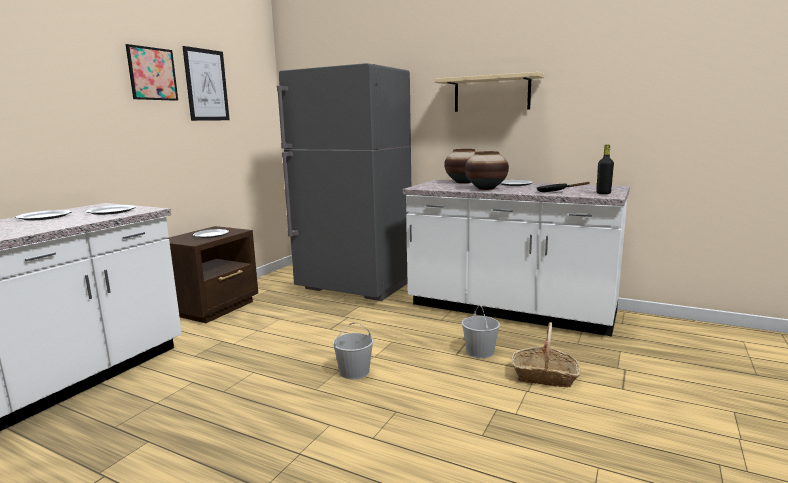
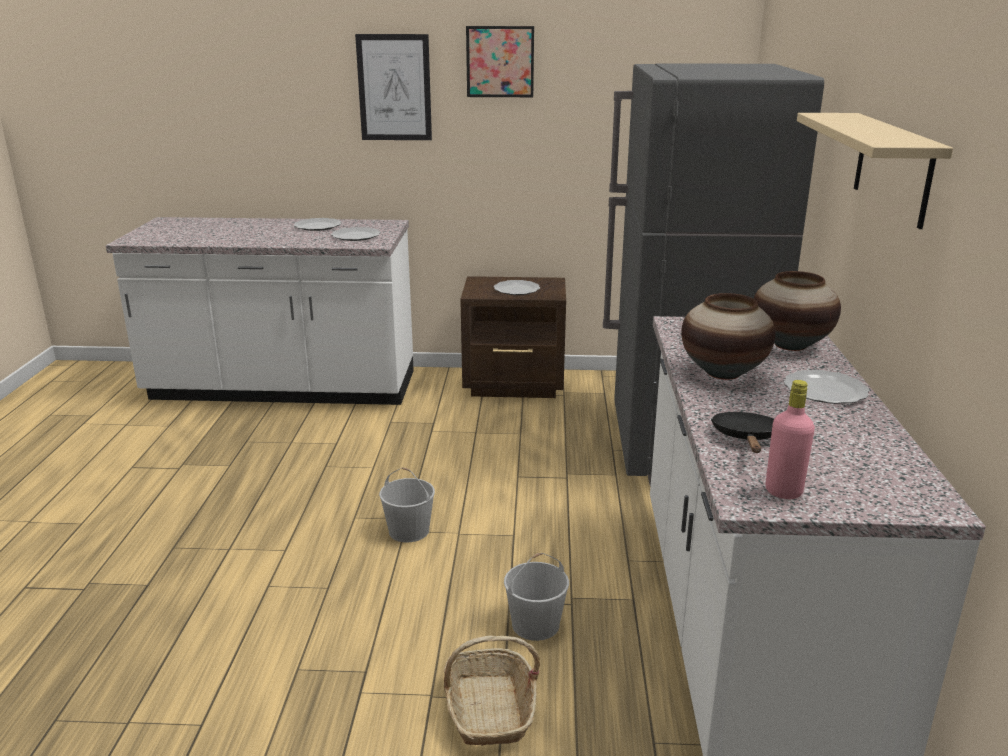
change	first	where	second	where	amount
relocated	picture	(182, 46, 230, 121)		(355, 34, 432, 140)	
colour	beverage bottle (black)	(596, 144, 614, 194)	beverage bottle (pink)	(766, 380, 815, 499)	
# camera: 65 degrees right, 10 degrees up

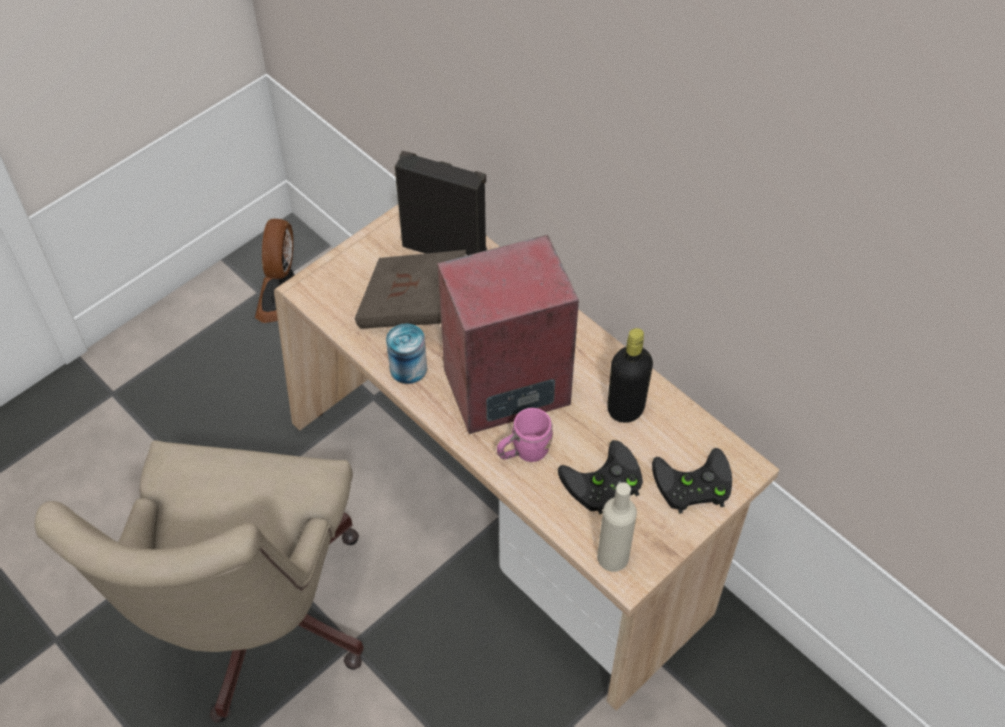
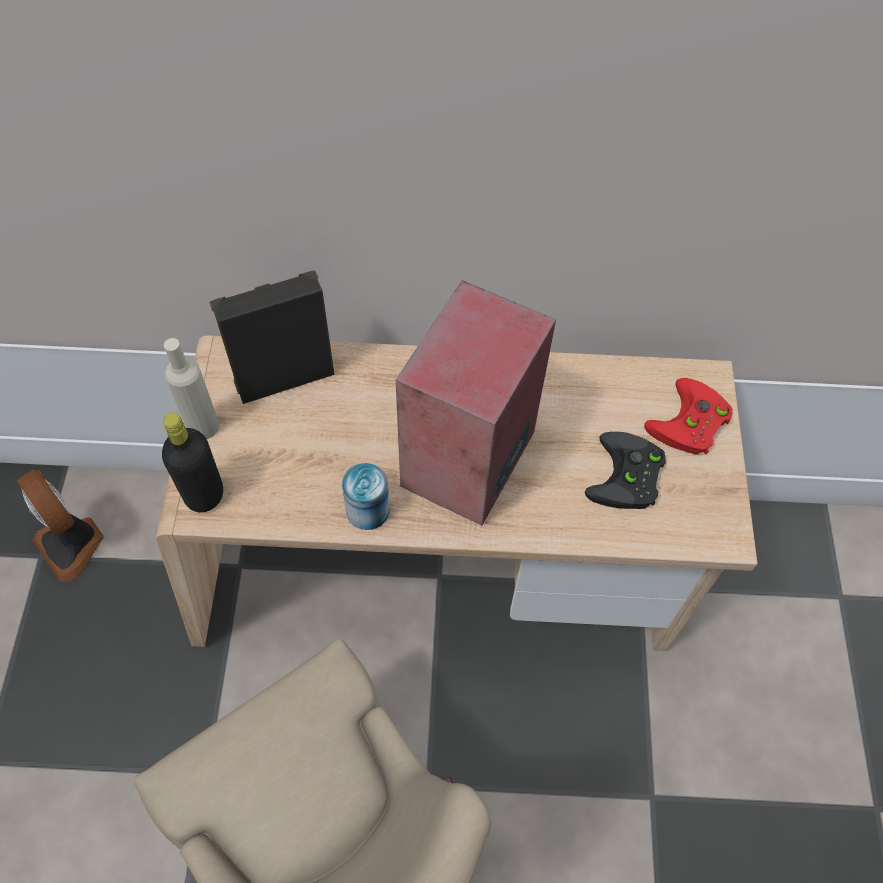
change	first	where	second	where	amount
relocated	beverage bottle (black)	(607, 328, 653, 423)		(162, 412, 223, 512)	
relocated	beverage bottle (sand-coloured)	(597, 482, 637, 572)		(164, 338, 219, 439)	
colour	game controller (black)	(652, 448, 732, 514)	game controller (red-coloured)	(644, 378, 733, 455)	
missing	volume (brown)	(355, 250, 467, 328)			
missing	mug (pink)	(497, 408, 553, 462)			
# camera: 45 degrees left, 5 degrees up

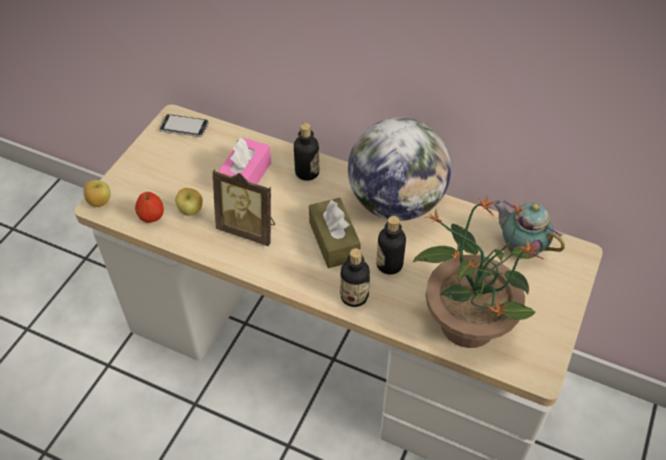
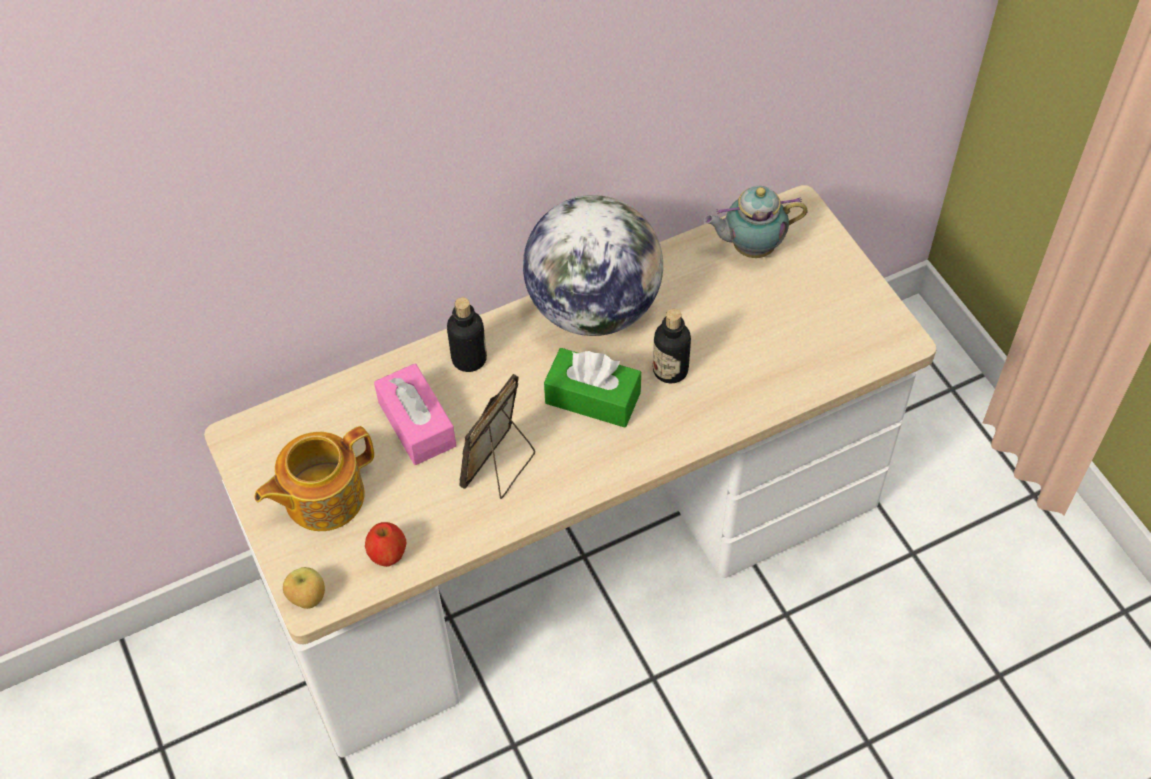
change	first	where	second	where	amount
appeared			teapot	(254, 426, 374, 531)	
spun	standing frame	(213, 169, 275, 246)		(459, 374, 535, 499)	150 degrees clockwise
colour	tissue holder (brown)	(309, 198, 361, 268)	tissue holder (green-coloured)	(544, 348, 641, 428)	
missing	telephone	(159, 114, 209, 137)			
missing	whole apple	(175, 188, 203, 216)			
missing	beverage bottle	(340, 248, 370, 307)			
missing	potted plant	(413, 196, 543, 348)			
# camera: 50 degrees left, 5 degrees up

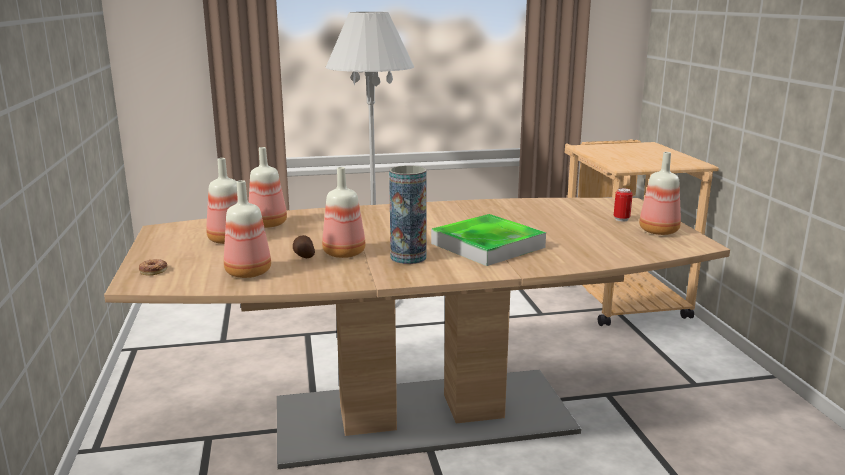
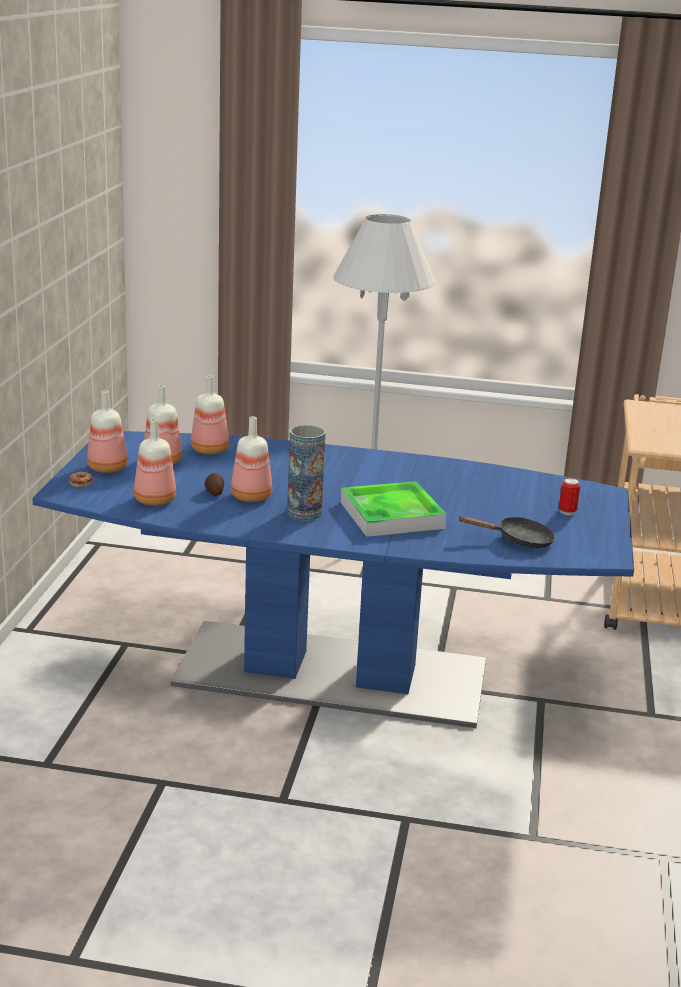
change	first	where	second	where	amount
colour	dining table (brown)	(104, 198, 730, 469)	dining table (bluish)	(33, 431, 634, 728)	
relocated	beverage bottle	(639, 152, 681, 235)		(87, 390, 128, 473)	
appeared			frying pan (black)	(459, 516, 556, 548)	
# camera: 20 degrees right, 5 degrees up

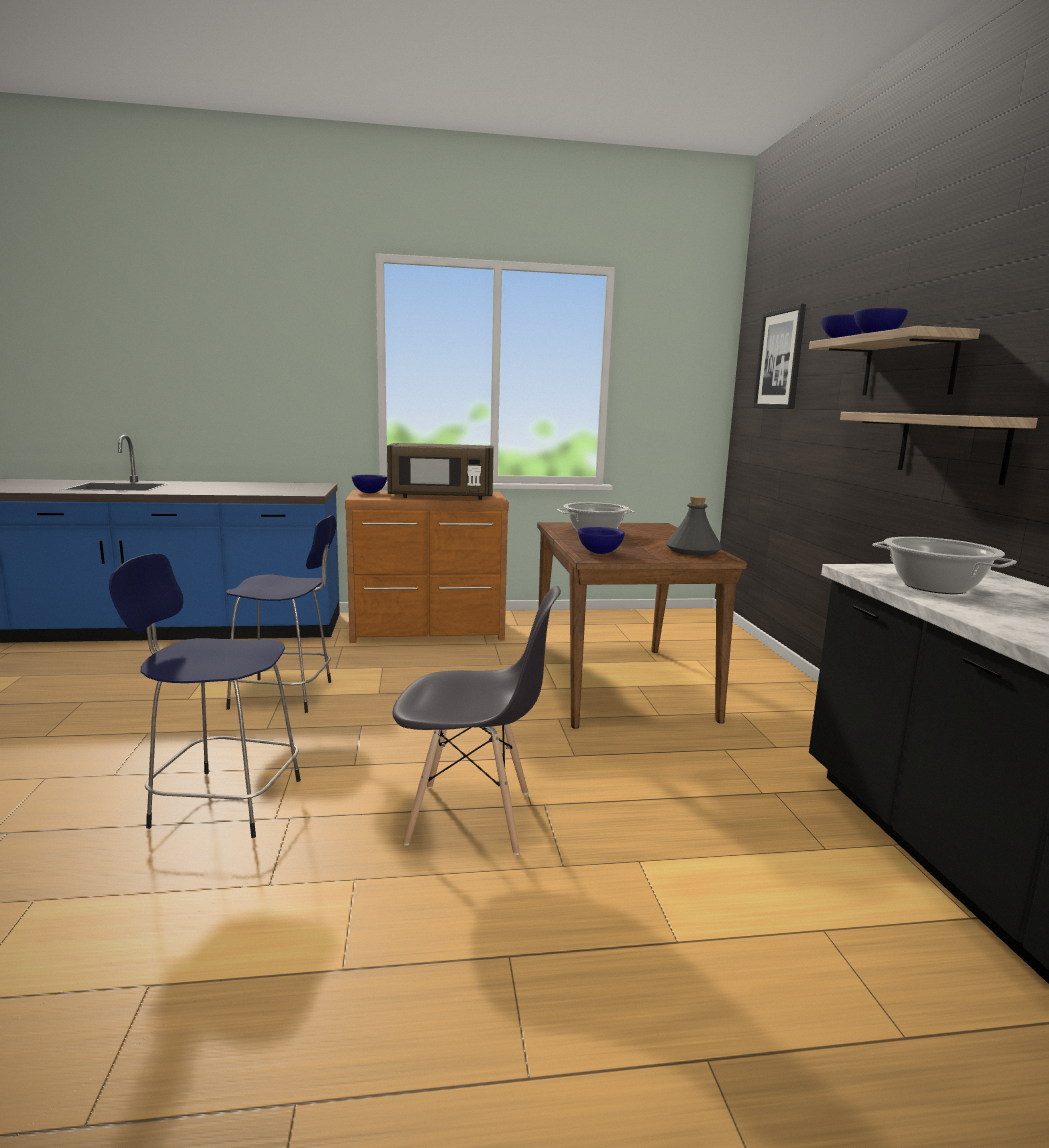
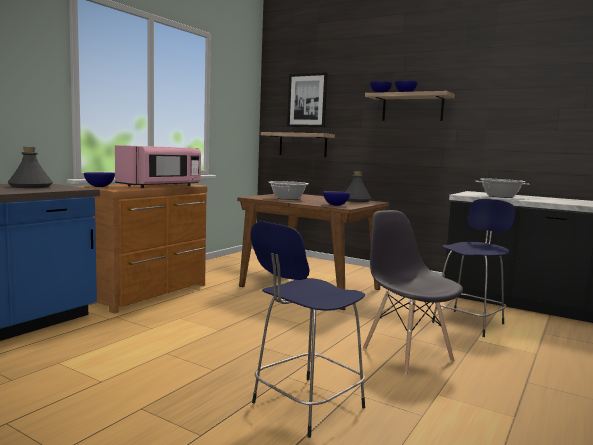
change	first	where	second	where	amount
appeared			beverage bottle (grey)	(7, 147, 53, 188)	
colour	microwave oven (brown)	(387, 443, 494, 500)	microwave oven (pink)	(115, 145, 201, 188)	
relocated	bracket shelf	(840, 412, 1038, 485)		(261, 132, 335, 157)	
spun	upright chair (grey)	(392, 586, 561, 855)		(363, 210, 463, 374)	75 degrees counterclockwise
relocated	stool (bluish)	(226, 515, 336, 713)		(432, 199, 515, 337)	
# camera: 50 degrees left, 5 degrees down

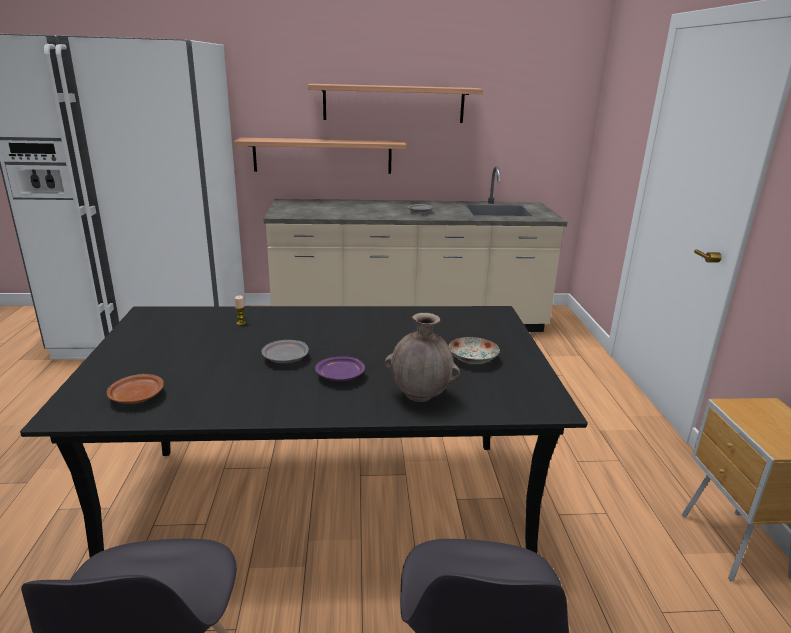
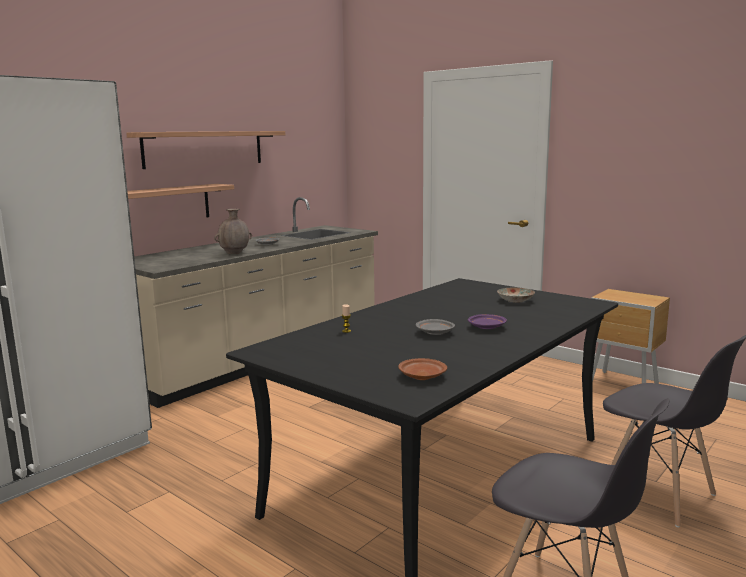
change	first	where	second	where	amount
relocated	vase (brown)	(385, 313, 460, 402)		(214, 209, 252, 254)	
# camera: 45 degrees left, 10 degrees down

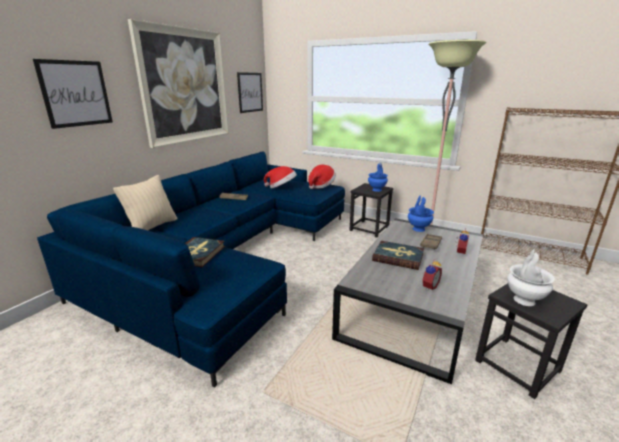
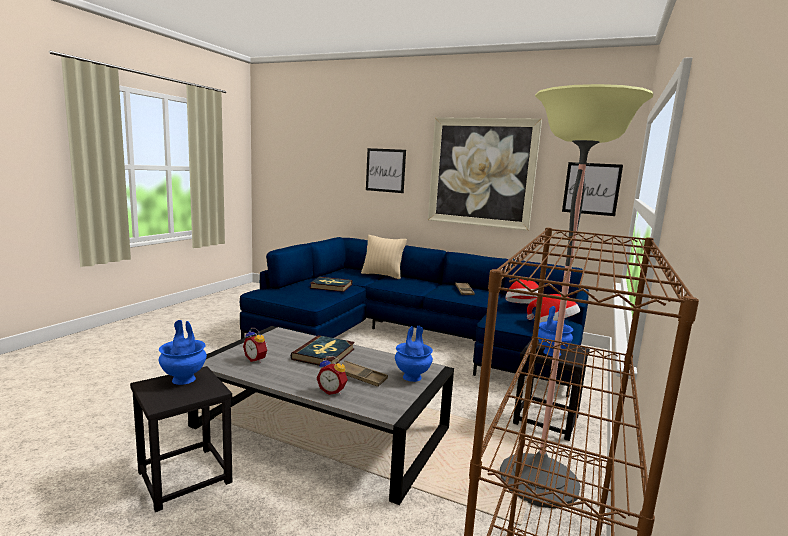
change	first	where	second	where	amount
colour	vase (whitish)	(507, 249, 555, 306)	vase (bluish)	(158, 320, 207, 385)	
# camera: 85 degrees right, 10 degrees down

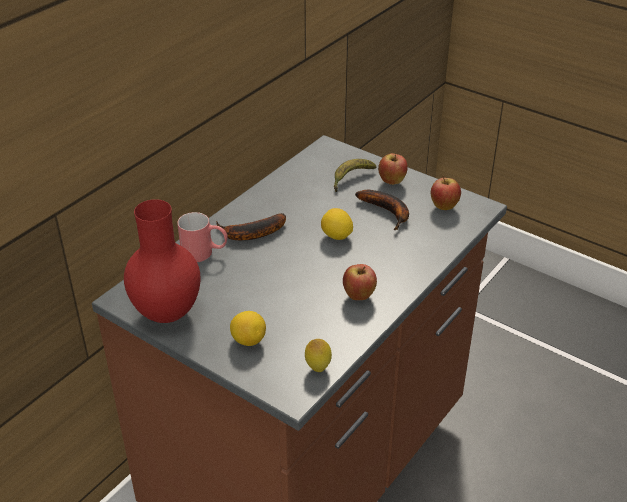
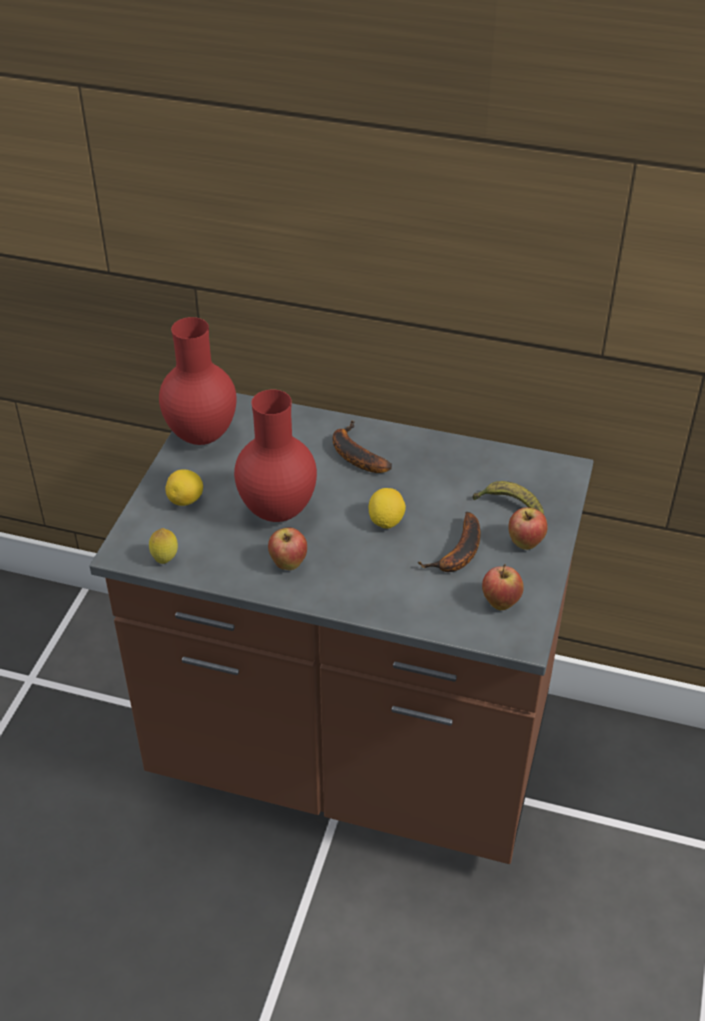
change	first	where	second	where	amount
appeared			vase (red-coloured)	(234, 390, 317, 522)	
missing	mug (red-coloured)	(177, 212, 228, 262)			
# camera: 70 degrees right, 5 degrees up

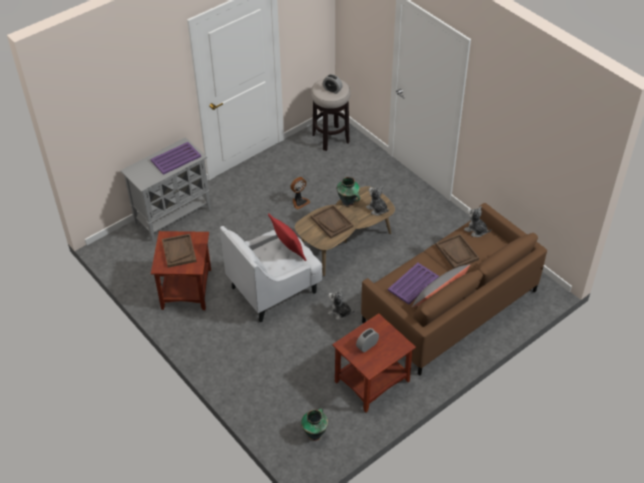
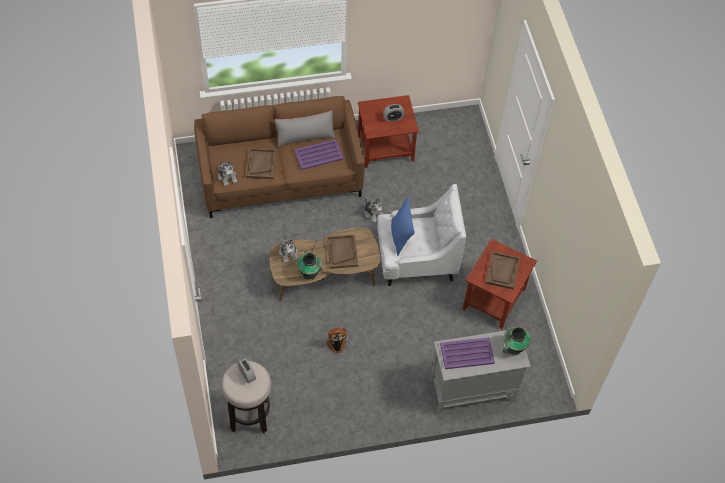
change	first	where	second	where	amount
colour	throw pillow (red-coloured)	(268, 213, 306, 261)	throw pillow (bluish)	(391, 197, 415, 256)	
relocated	vase	(301, 408, 328, 441)		(502, 327, 531, 356)	
# camera: 155 degrees left, 10 degrees up

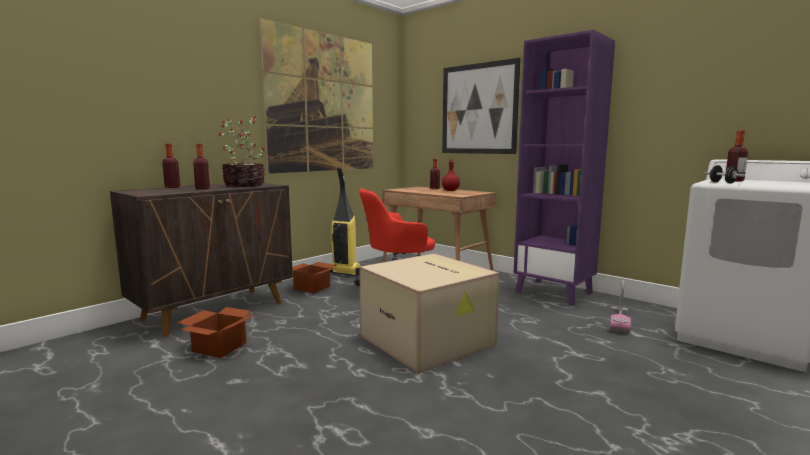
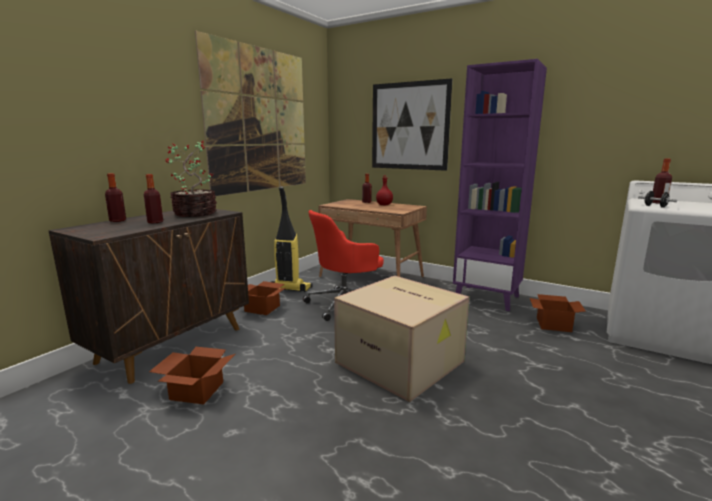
change	first	where	second	where	amount
exchanged	vacuum cleaner	(610, 280, 631, 334)	packing box	(530, 294, 586, 332)	
# camera: 10 degrees left, 5 degrees up

